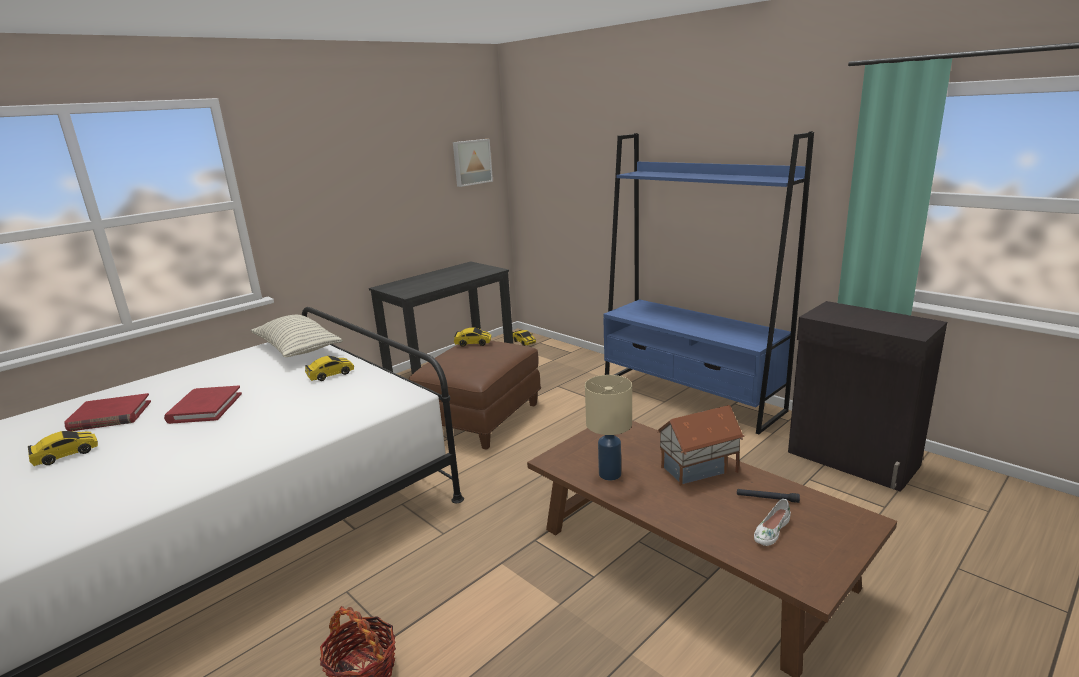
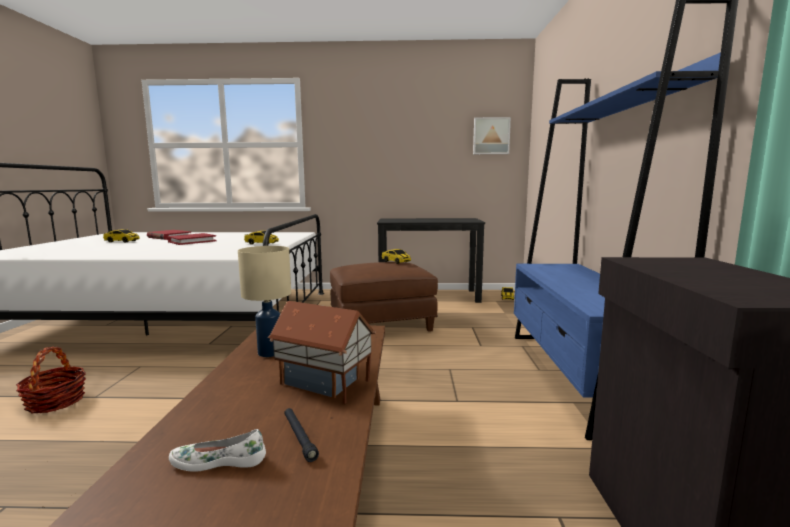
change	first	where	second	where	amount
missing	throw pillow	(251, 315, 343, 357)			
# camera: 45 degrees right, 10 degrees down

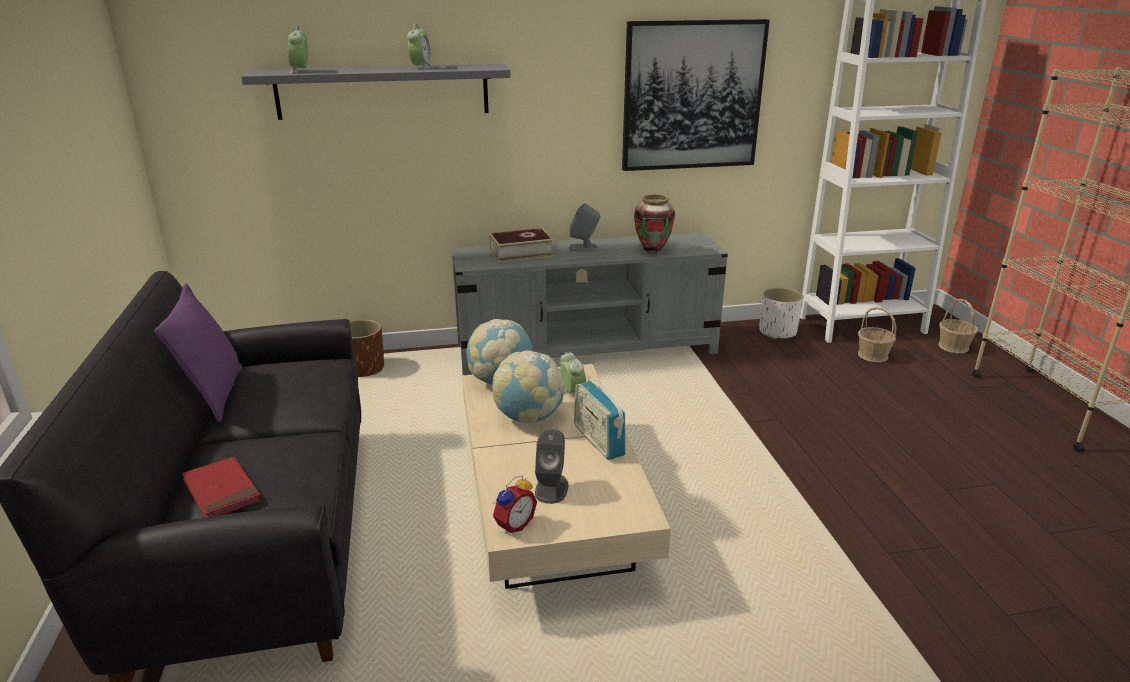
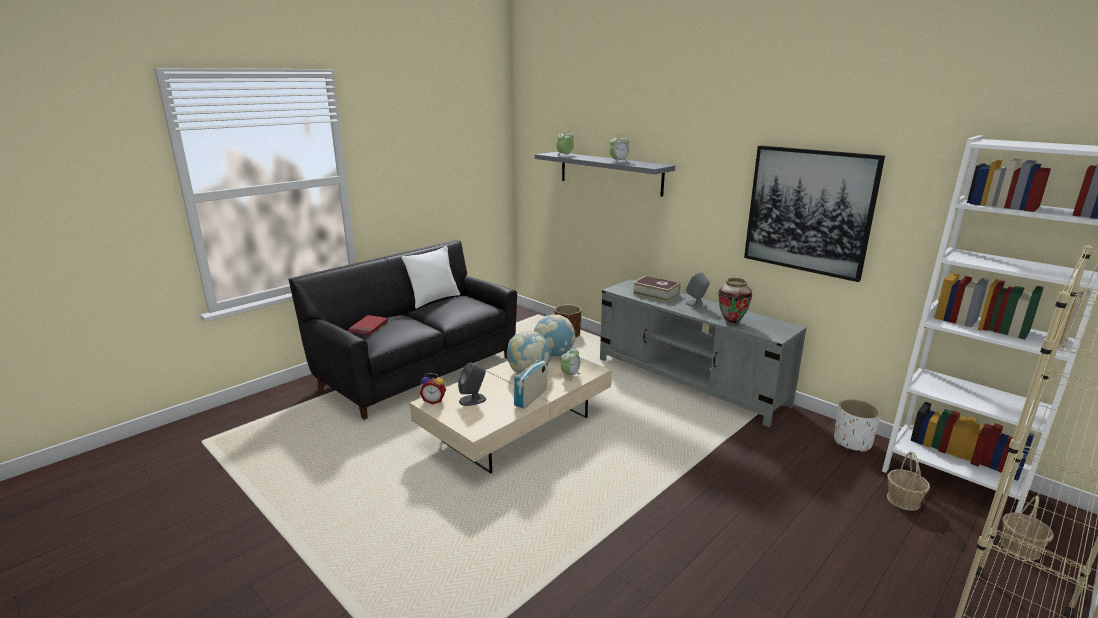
change	first	where	second	where	amount
colour	throw pillow (purple)	(154, 283, 242, 422)	throw pillow (whitish)	(402, 246, 460, 309)	
# camera: 55 degrees right, 5 degrees down

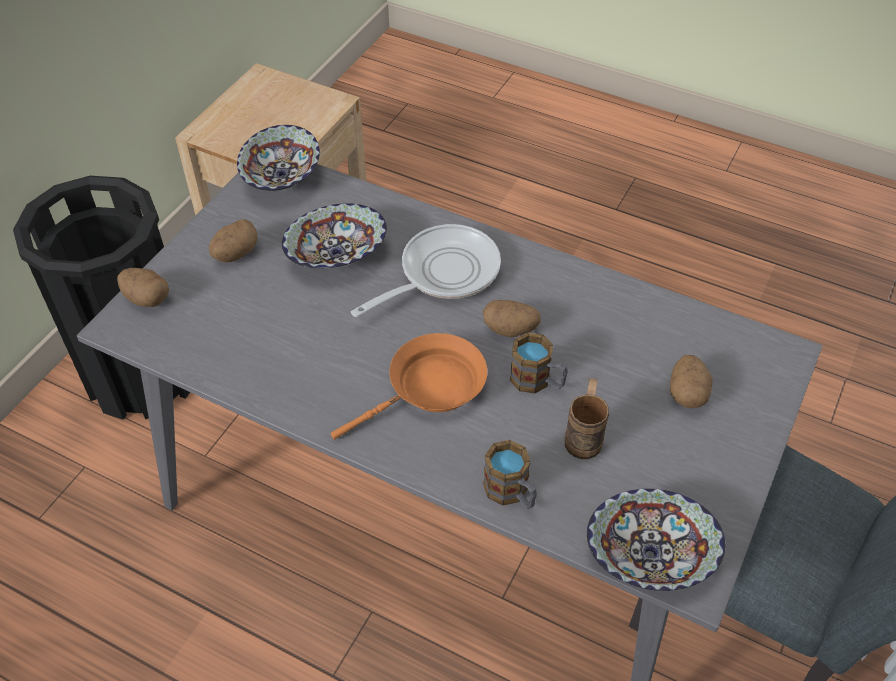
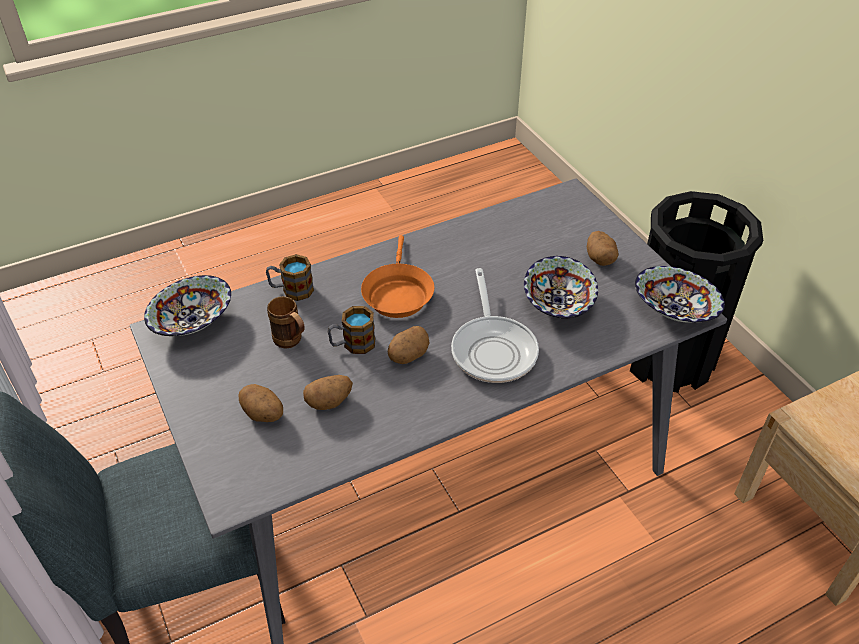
change	first	where	second	where	amount
relocated	spud	(117, 268, 169, 307)		(303, 375, 353, 410)	
# camera: 125 degrees right, 5 degrees down

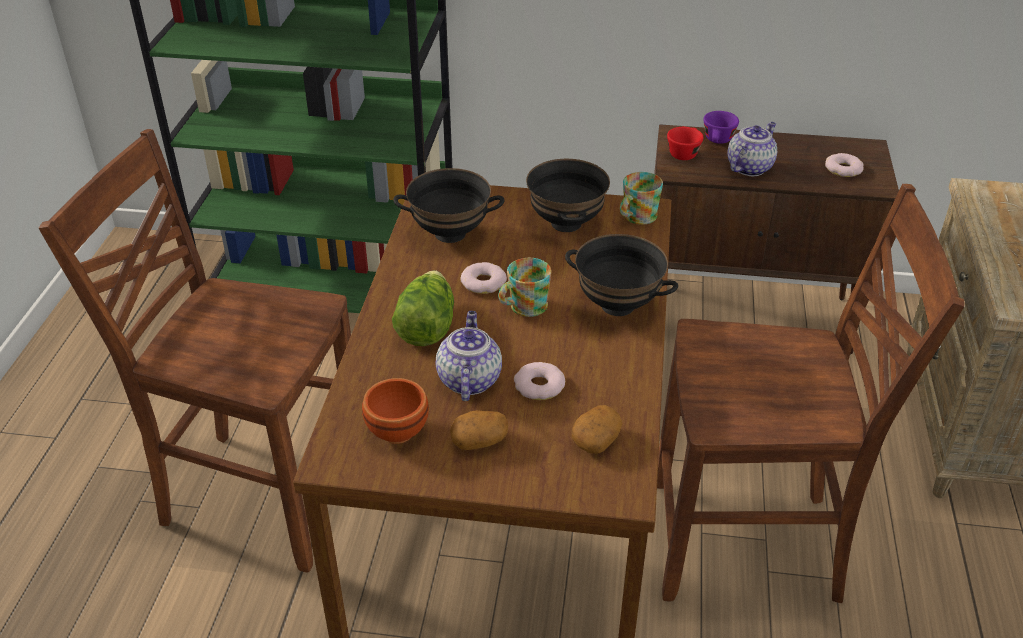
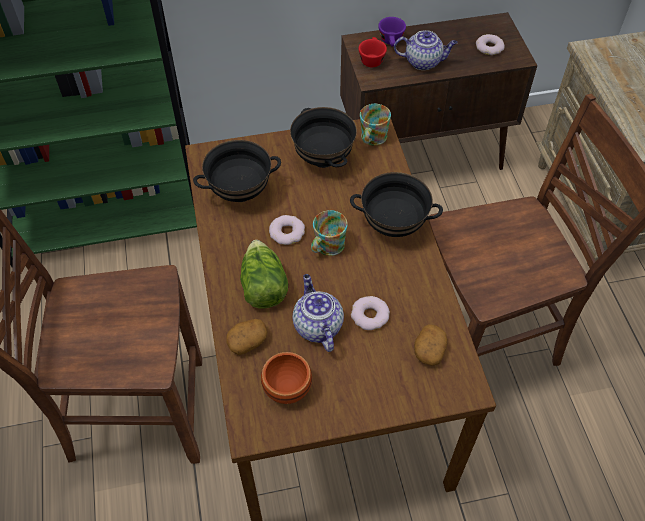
change	first	where	second	where	amount
relocated	spud	(450, 410, 508, 450)		(226, 319, 268, 355)	
spun	teapot	(727, 122, 777, 176)		(394, 30, 458, 70)	75 degrees clockwise
# camera: 20 degrees left, 15 degrees up

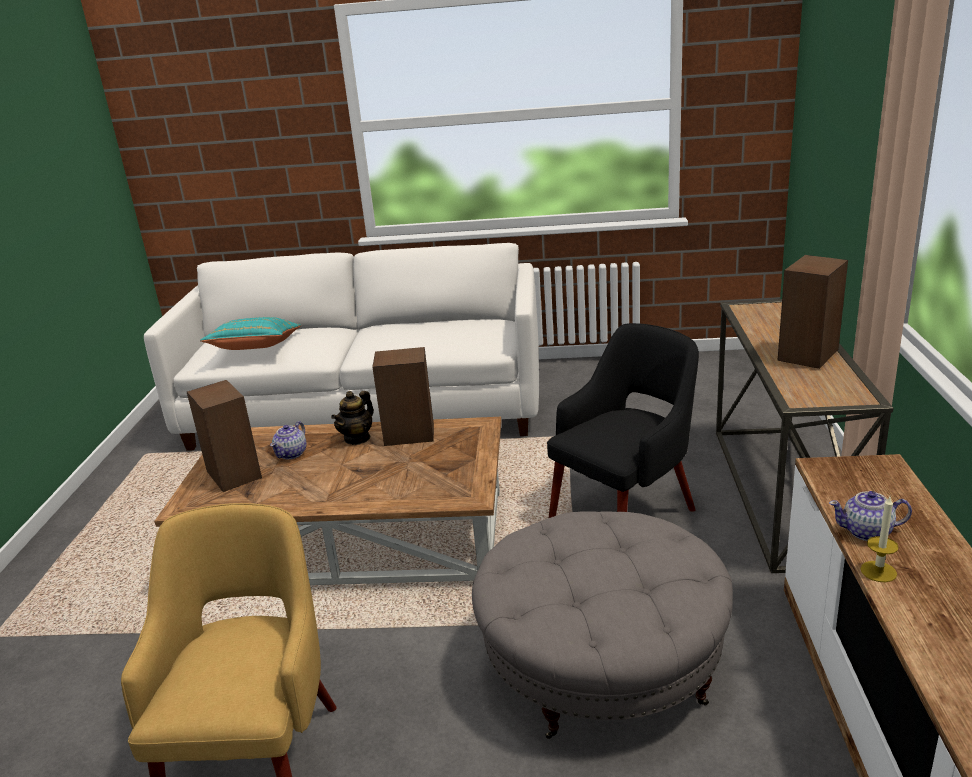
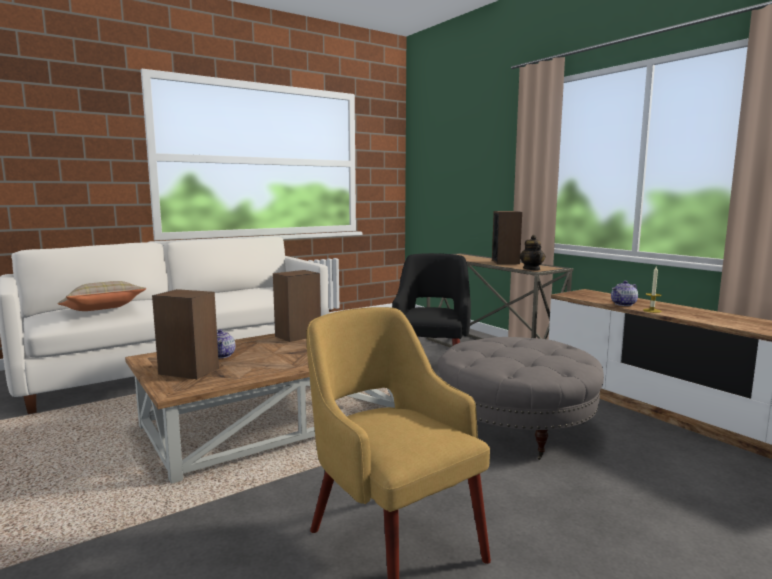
change	first	where	second	where	amount
colour	throw pillow (blue-green)	(200, 317, 301, 350)	throw pillow (sand-coloured)	(58, 281, 146, 311)	
relocated	teapot	(331, 391, 374, 445)		(520, 235, 545, 270)	
# camera: 40 degrees left, 15 degrees down

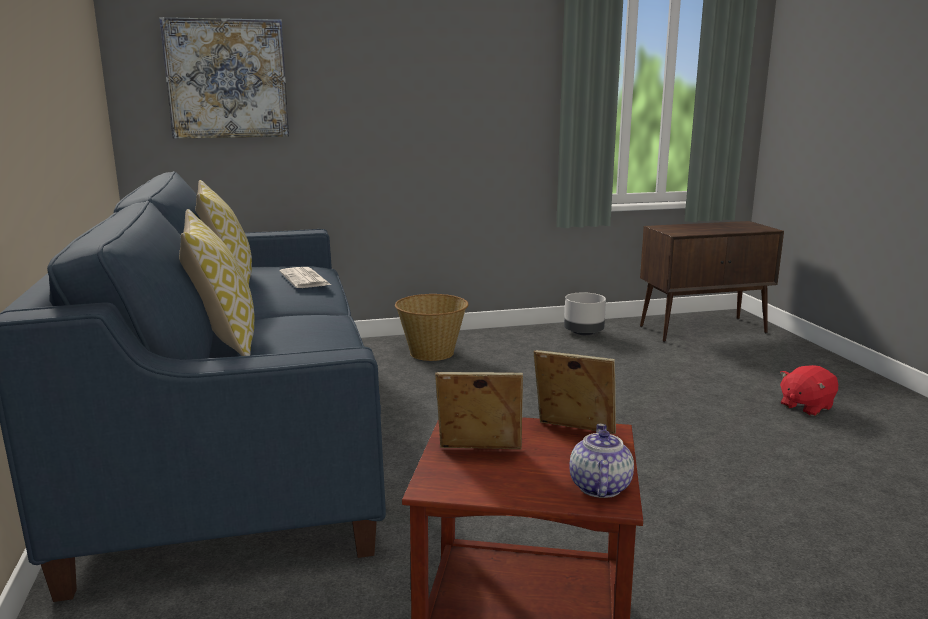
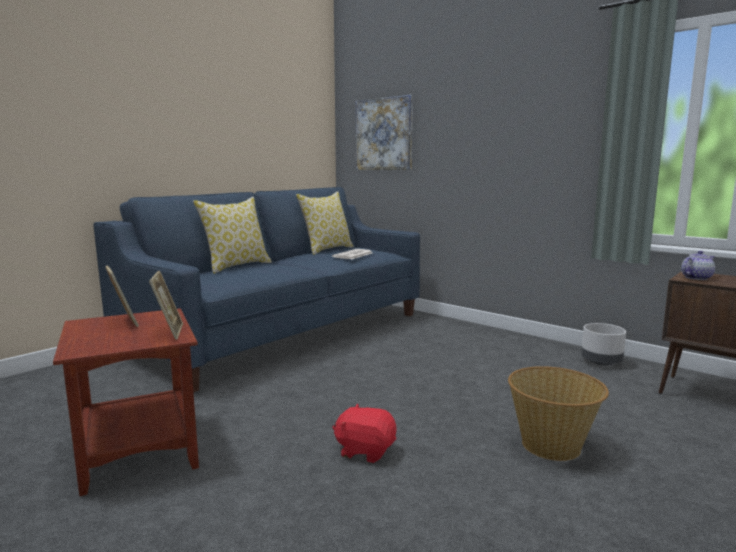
change	first	where	second	where	amount
relocated	cuddly toy (red-coloured)	(780, 365, 838, 416)		(332, 403, 396, 463)	
relocated	basket	(395, 294, 469, 361)		(508, 366, 609, 461)	
relocated	teapot	(570, 424, 634, 498)		(681, 251, 715, 280)	
# camera: 55 degrees right, 5 degrees down

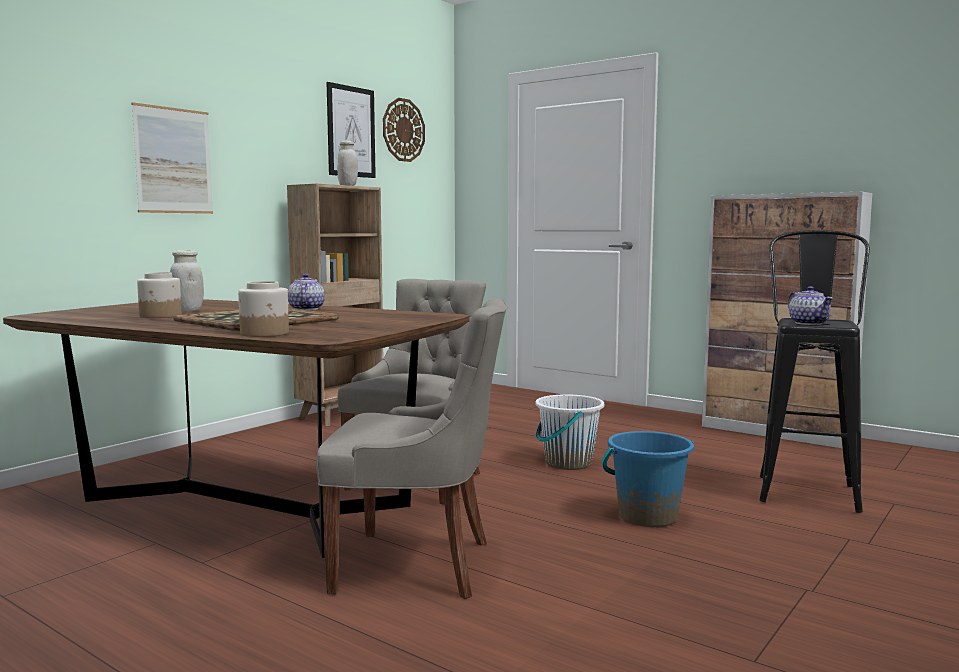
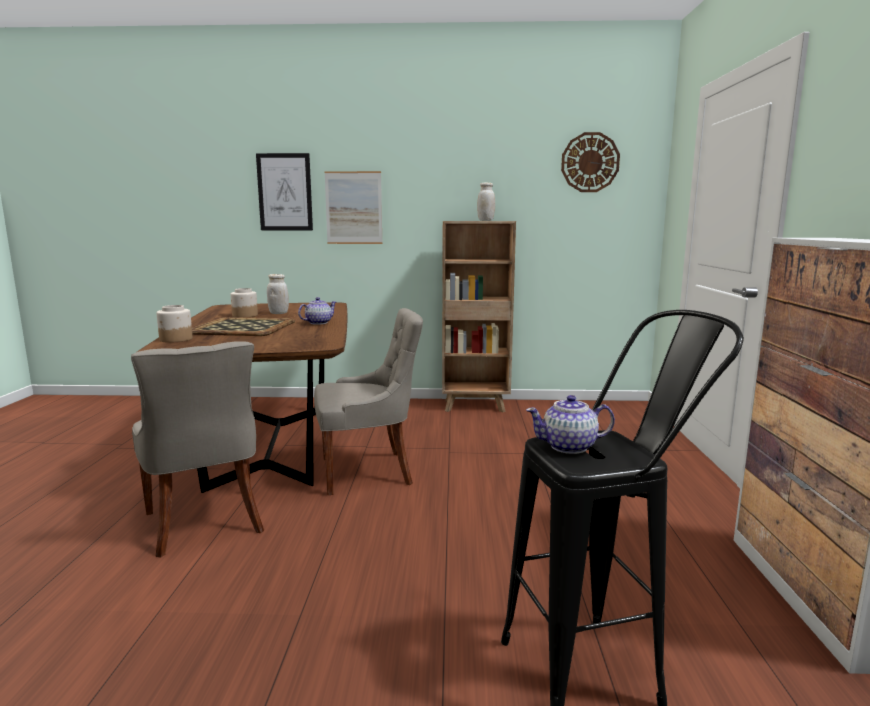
change	first	where	second	where	amount
relocated	picture	(327, 82, 376, 178)		(256, 153, 313, 230)	
spun	teapot	(788, 286, 833, 325)		(526, 395, 615, 454)	45 degrees clockwise
missing	pail (whitish)	(535, 394, 604, 470)			
missing	pail (bluish)	(602, 431, 694, 527)			
# camera: 55 degrees right, 5 degrees up

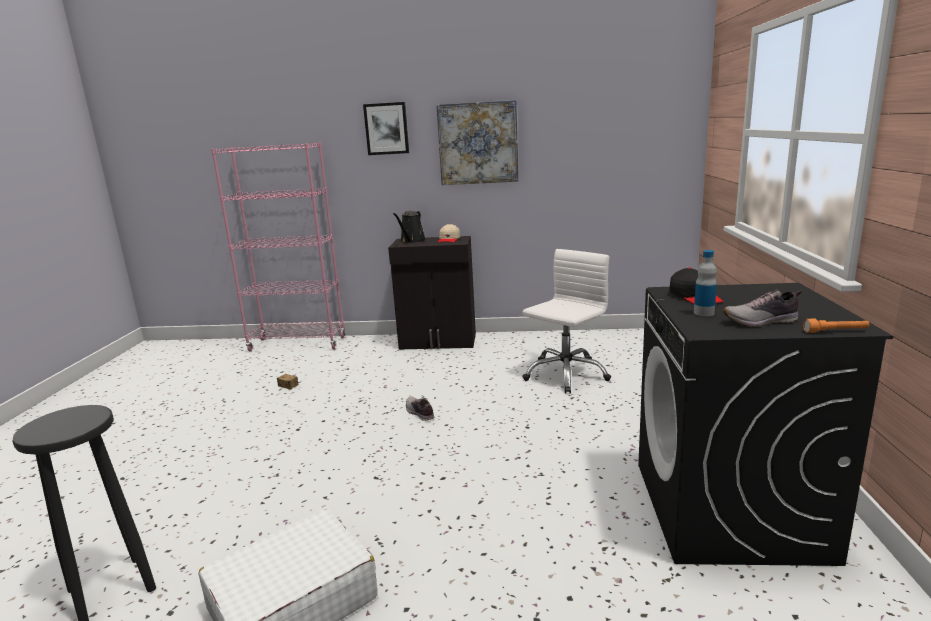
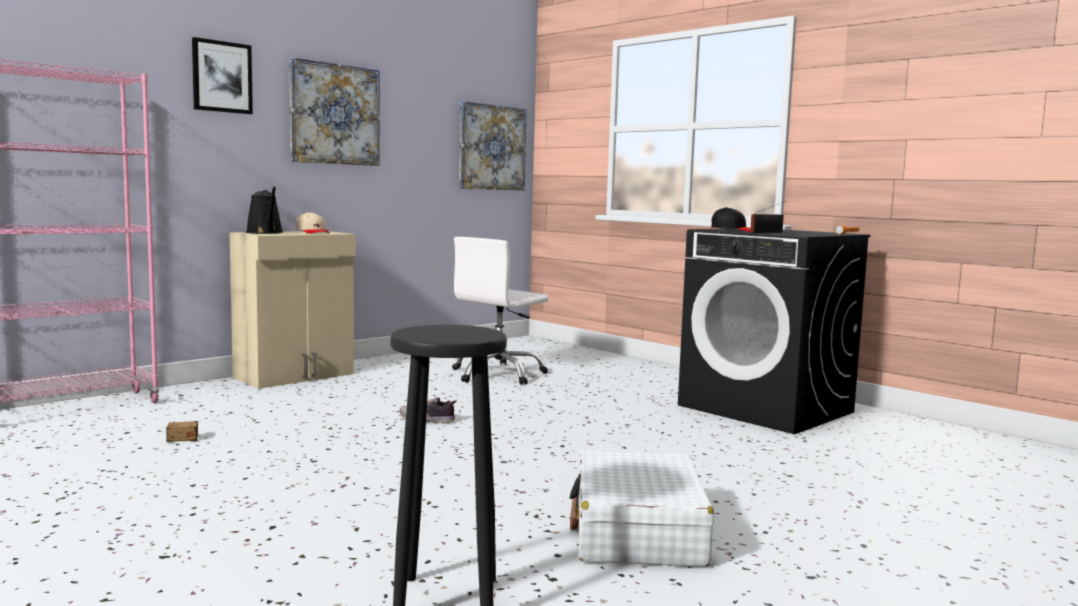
change	first	where	second	where	amount
colour	storage cabinet (black)	(388, 236, 476, 349)	storage cabinet (sand-coloured)	(230, 231, 356, 389)	
spun	office chair (whitish)	(522, 249, 611, 394)		(452, 237, 548, 385)	135 degrees counterclockwise
appeared			picture	(459, 101, 527, 190)	
exchanged	beverage bottle	(694, 250, 717, 316)	radio set	(750, 201, 786, 233)	
missing	low shoe	(723, 290, 802, 327)			
# camera: 50 degrees left, 10 degrees down

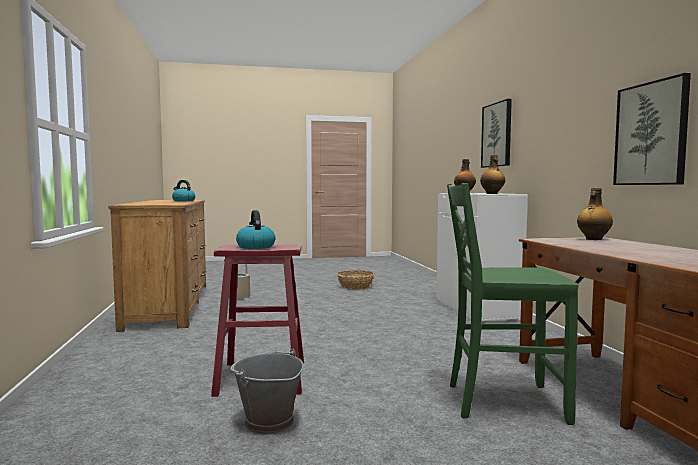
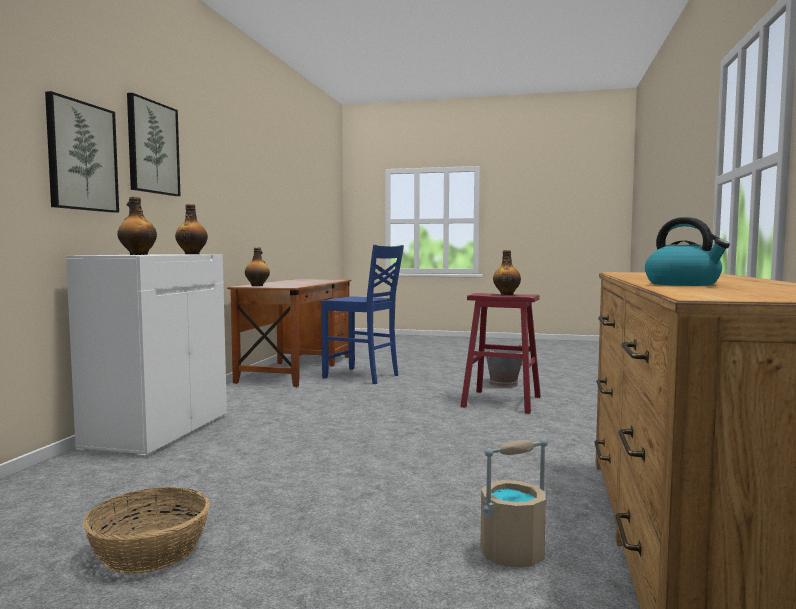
change	first	where	second	where	amount
relocated	picture	(613, 73, 691, 185)		(127, 93, 181, 196)	
colour	upright chair (green-coloured)	(447, 183, 578, 425)	upright chair (bluish)	(321, 245, 404, 384)	
exchanged	tea kettle	(236, 210, 276, 249)	beverage bottle	(493, 250, 521, 295)	
# camera: 155 degrees left, 0 degrees up

